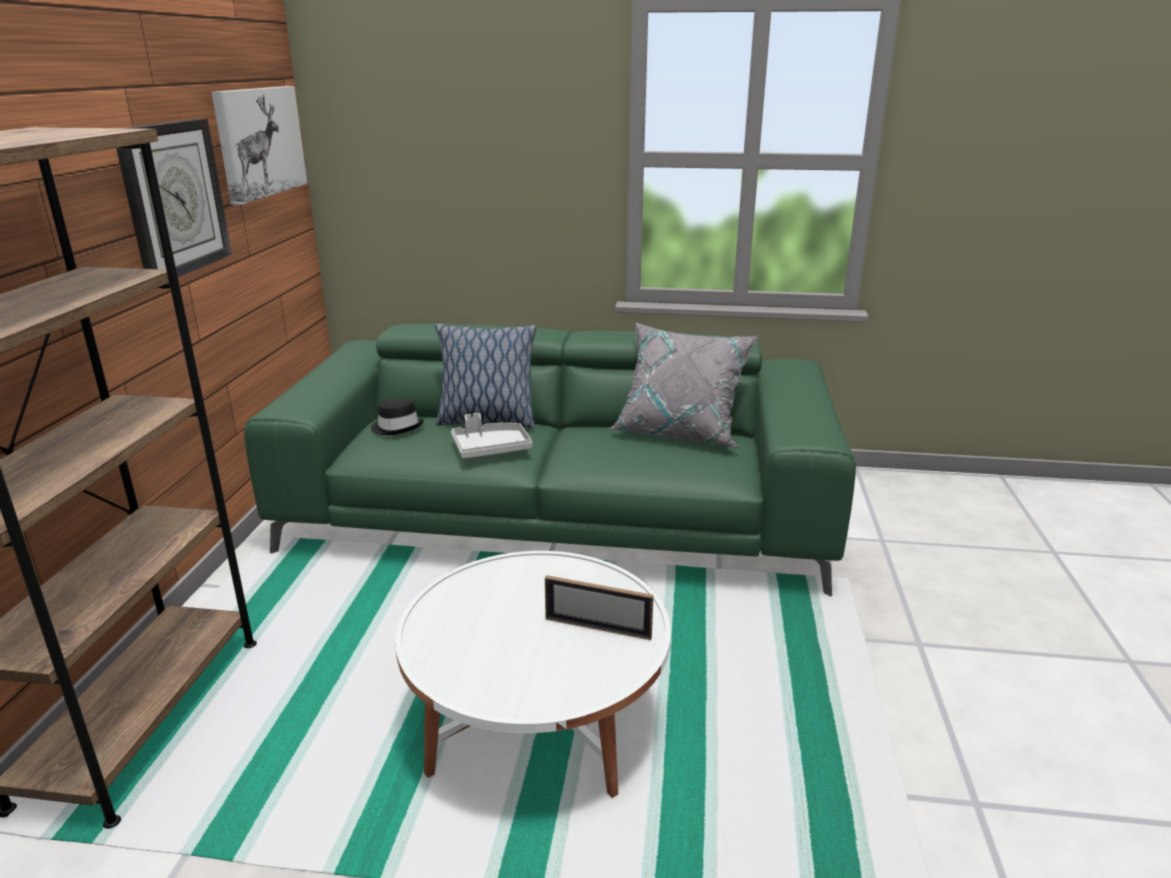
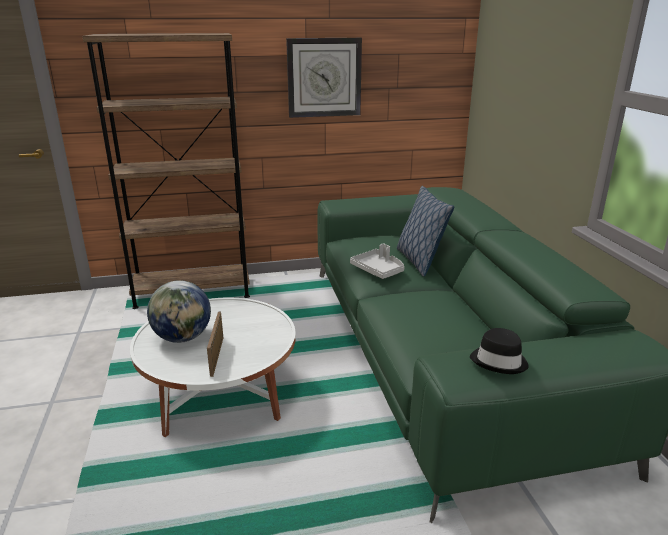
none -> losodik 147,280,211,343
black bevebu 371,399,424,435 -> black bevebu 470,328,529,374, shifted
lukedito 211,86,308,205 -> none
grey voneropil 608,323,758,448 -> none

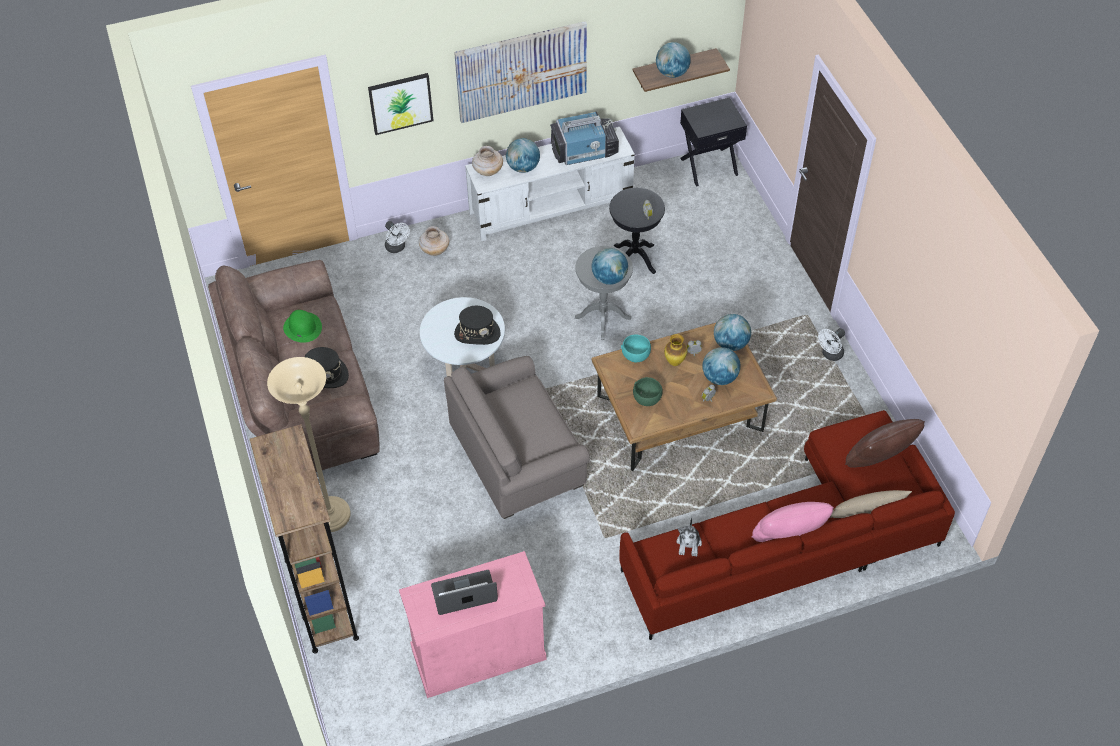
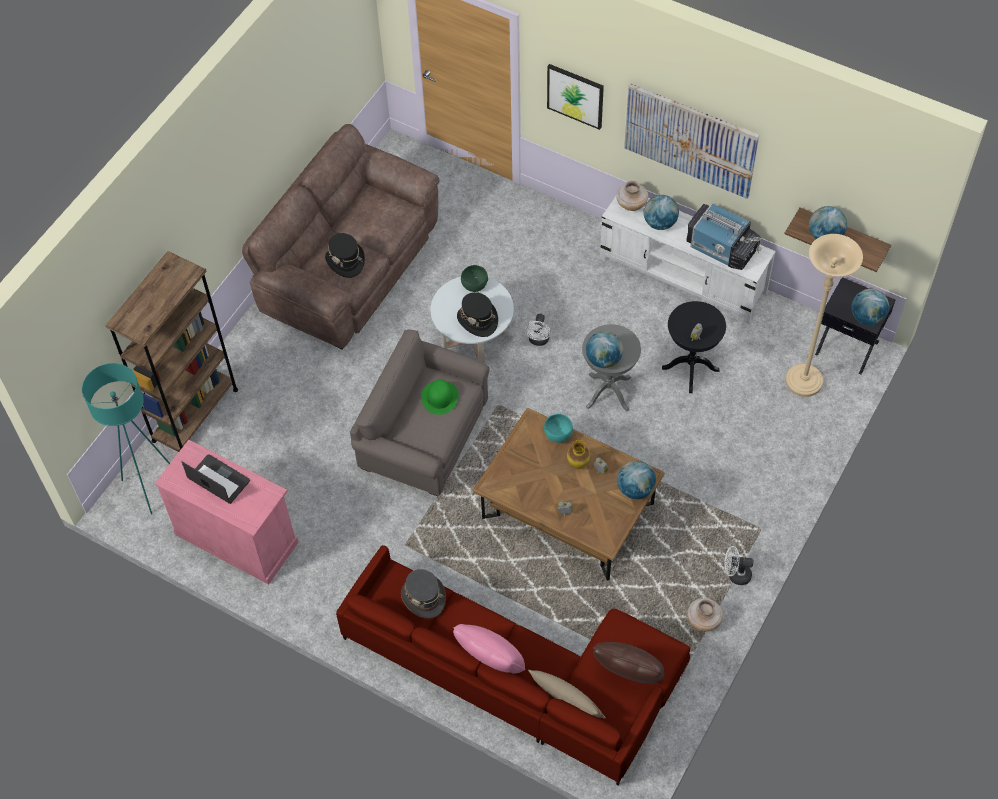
none -> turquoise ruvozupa 82,363,170,515
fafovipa 676,518,702,557 -> grey bevebu 401,569,446,619
green bevebu 283,310,322,343 -> green bevebu 421,379,459,415, shifted
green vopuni 633,377,663,406 -> green vopuni 461,265,488,292, shifted
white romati 385,221,410,253 -> white romati 524,314,551,346, shifted
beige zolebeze 419,226,449,256 -> beige zolebeze 687,598,723,631, shifted
beige ruvozupa 267,357,351,532 -> beige ruvozupa 786,234,863,397, shifted
losodik 702,347,741,385 -> losodik 852,289,889,326, shifted

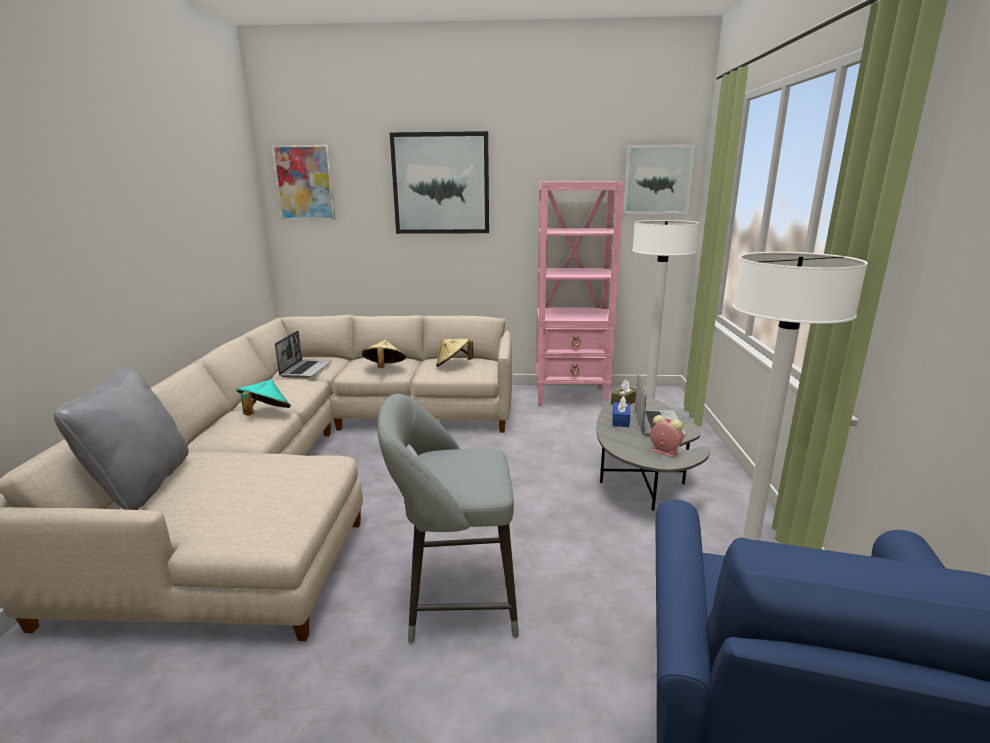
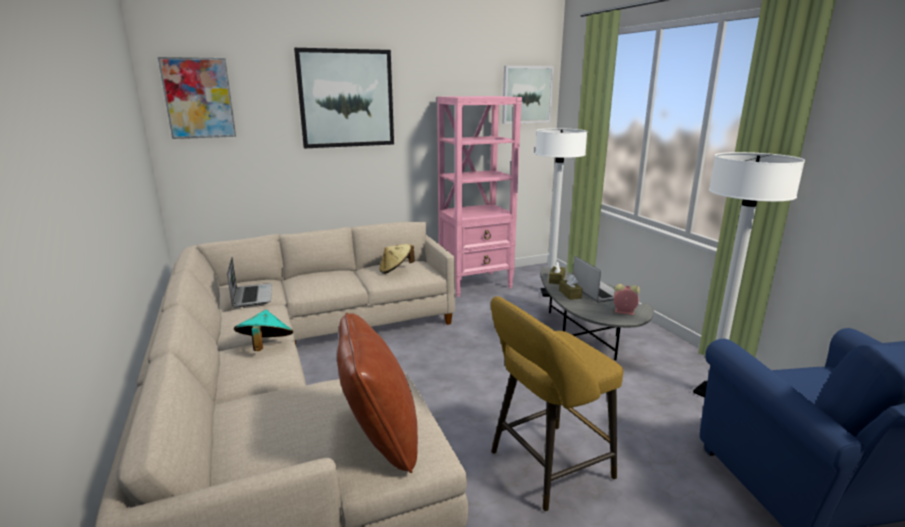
none -> brown voneropil 337,313,418,473
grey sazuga 378,394,519,643 -> yellow sazuga 491,296,623,511
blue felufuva 613,397,630,427 -> brown felufuva 559,274,582,300
grey voneropil 54,369,189,510 -> none
beige bevebu 362,340,406,368 -> none

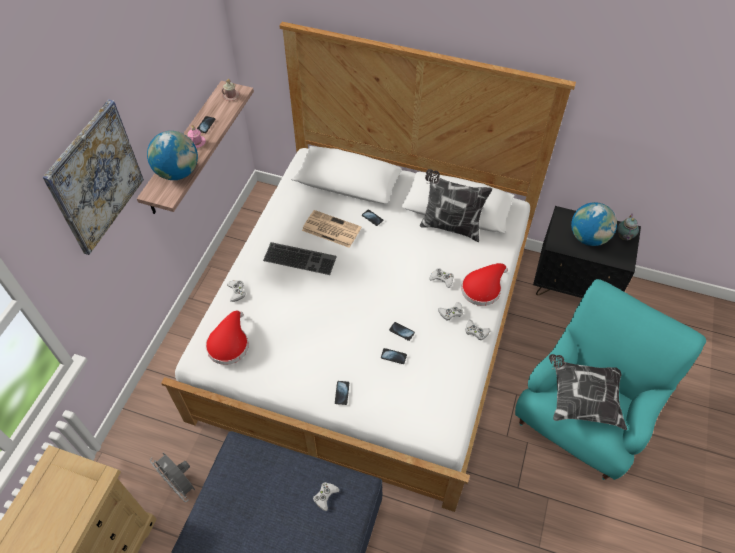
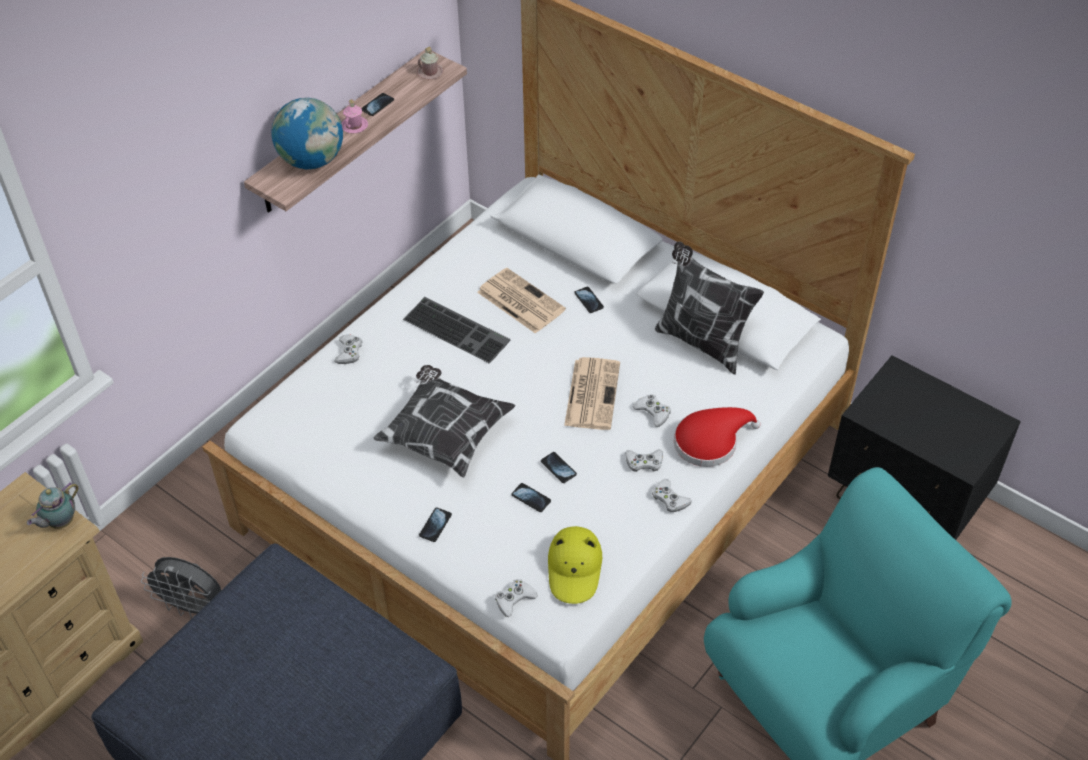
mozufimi 618,214,639,241 -> mozufimi 27,482,79,529, shifted
grey romati 150,453,195,502 -> grey romati 141,557,221,619, 45 degrees counterclockwise
voneropil 549,354,627,430 -> voneropil 374,365,516,477, shifted
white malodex 313,482,340,511 -> white malodex 495,579,538,617, shifted
none -> yellow bevebu 548,526,602,604
none -> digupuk 564,357,620,430
lukedito 43,99,144,255 -> none
red bevebu 206,311,249,365 -> none
losodik 571,202,617,246 -> none

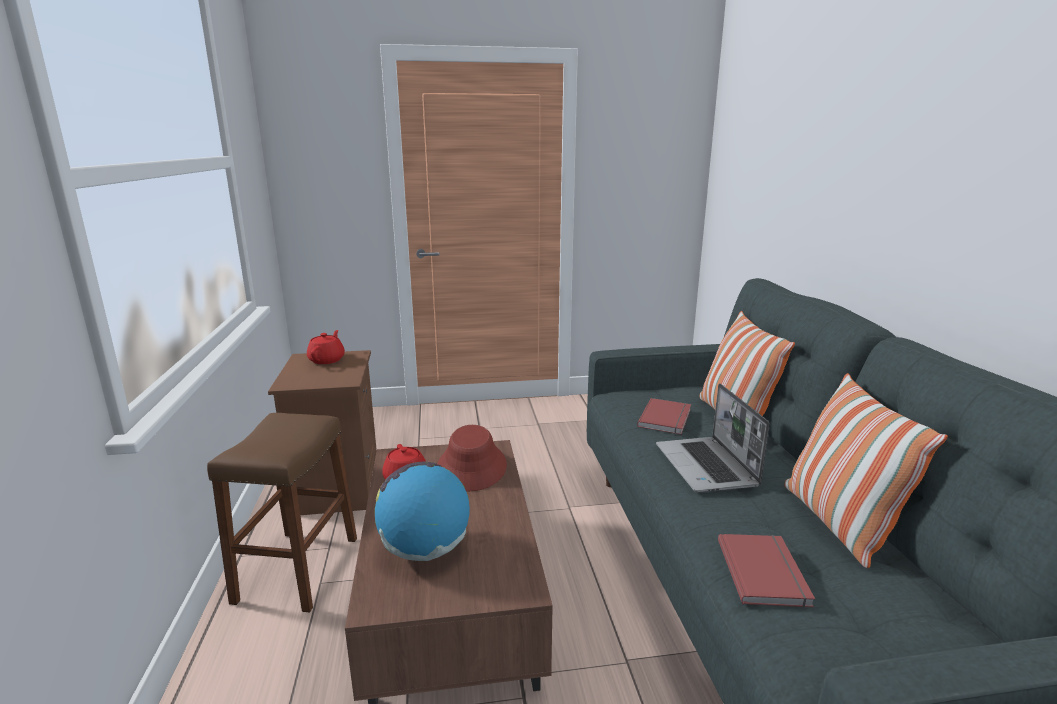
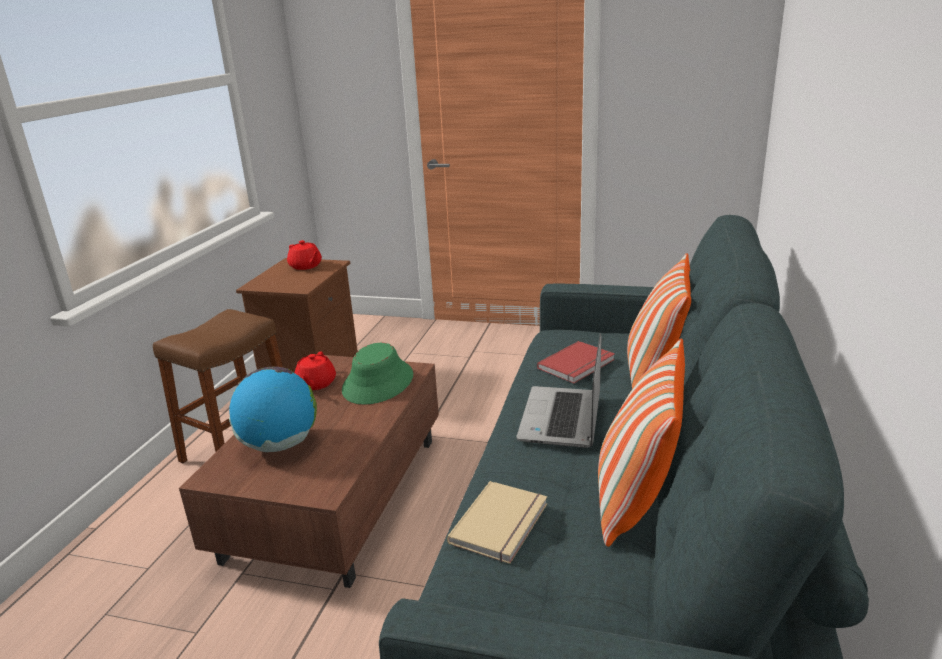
red mozufimi 307,330,345,364 -> red mozufimi 287,240,322,270, 105 degrees clockwise
red bevebu 437,425,507,491 -> green bevebu 342,343,413,405
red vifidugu 718,534,815,608 -> beige vifidugu 447,481,547,564

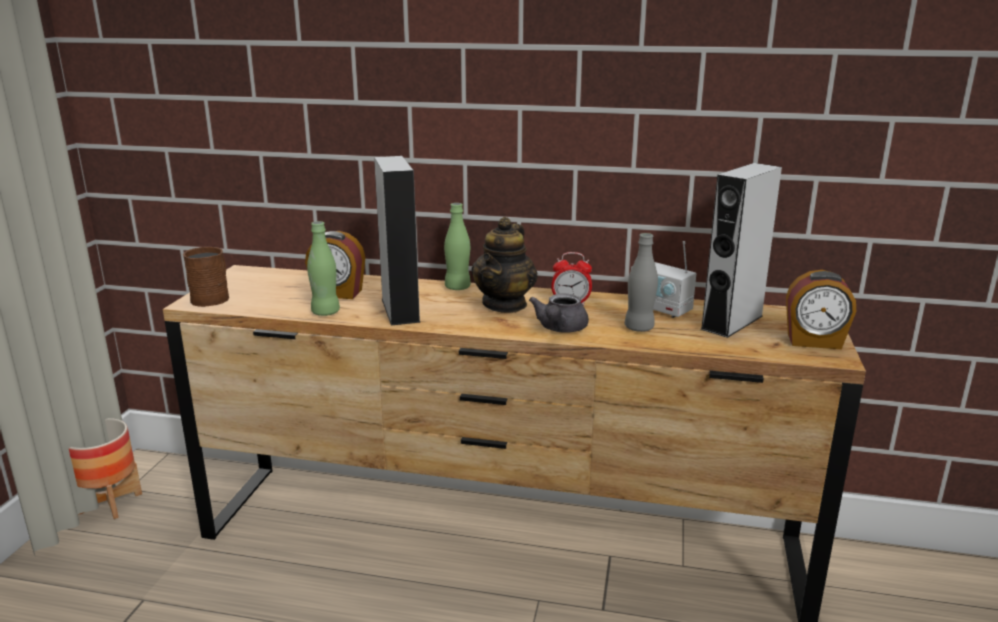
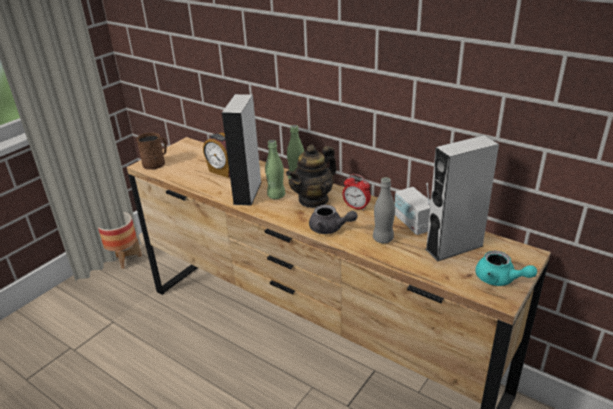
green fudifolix 307,221,340,316 -> green fudifolix 265,140,285,199, shifted
grey mozufimi 529,294,589,333 -> grey mozufimi 309,205,357,234, 105 degrees counterclockwise
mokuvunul 786,270,856,349 -> turquoise mozufimi 475,251,537,286

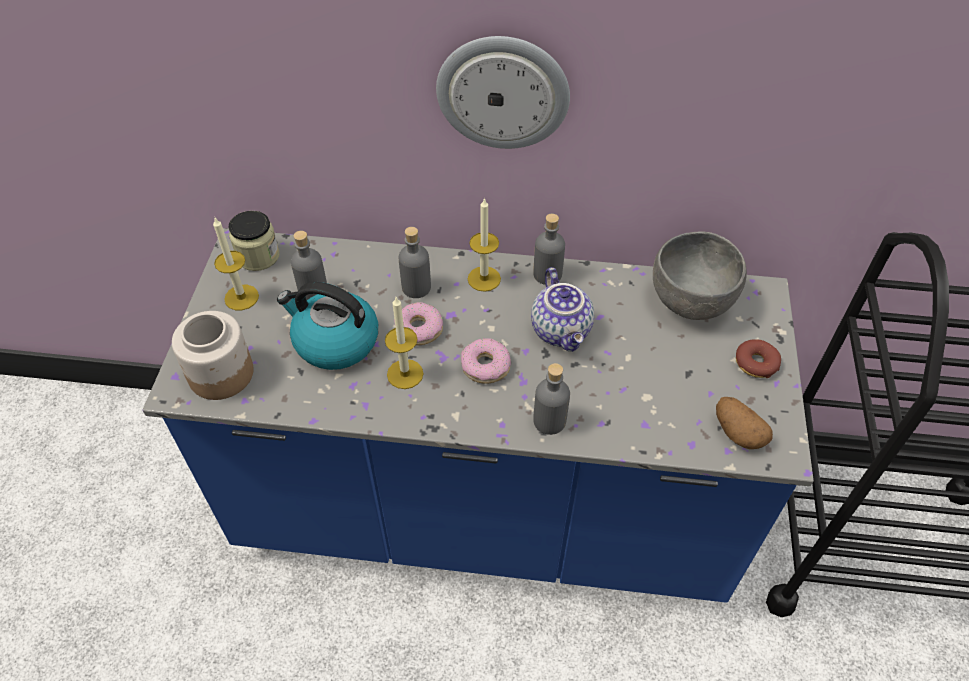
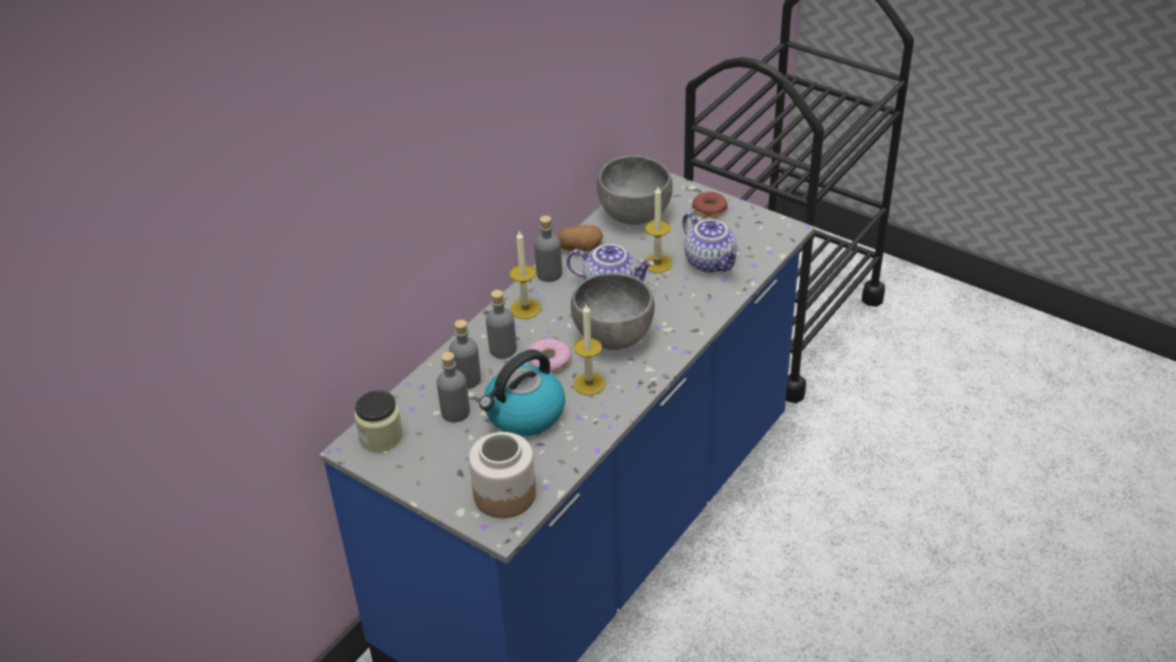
grey fudifolix 533,363,570,435 -> grey fudifolix 449,320,481,389, shifted
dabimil 716,397,773,449 -> dabimil 556,225,603,252, shifted
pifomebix 461,338,511,384 -> grey vopuni 571,273,655,350
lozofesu 213,218,259,310 -> lozofesu 644,186,672,273, shifted
none -> mozufimi 682,213,740,273
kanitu 436,36,570,149 -> none

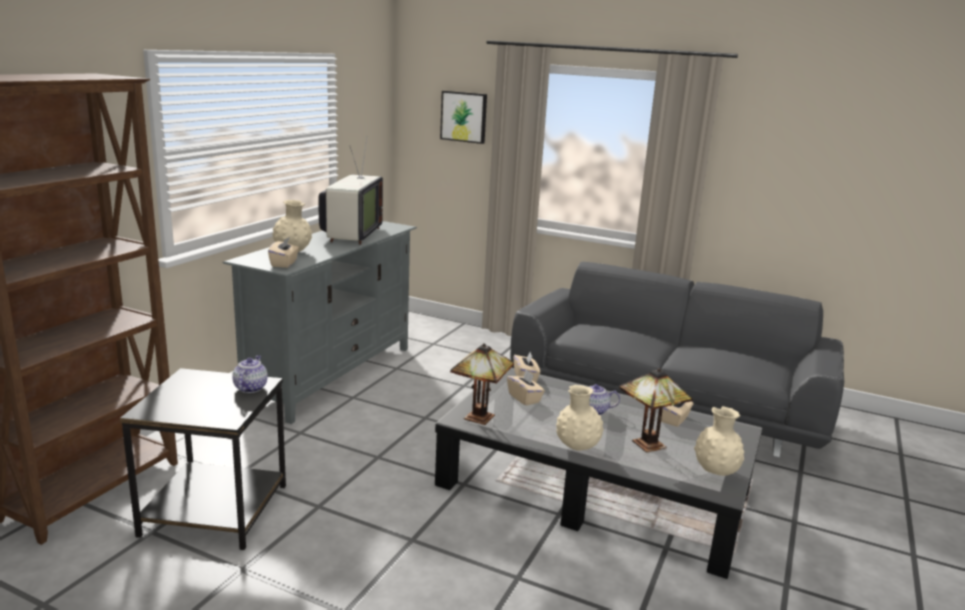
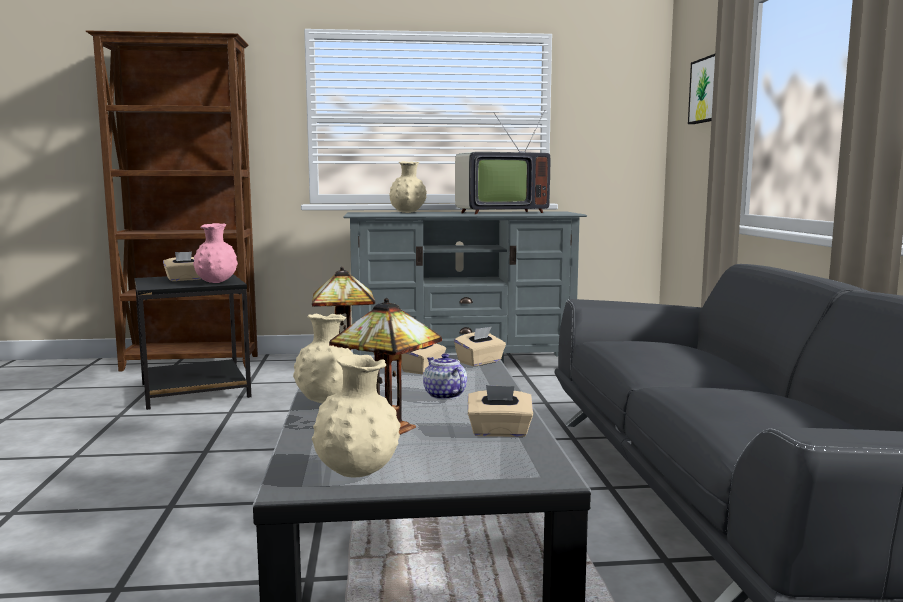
beige felufuva 268,237,299,268 -> beige felufuva 163,251,201,281, shifted
mozufimi 232,355,268,393 -> pink zolebeze 193,223,238,283

